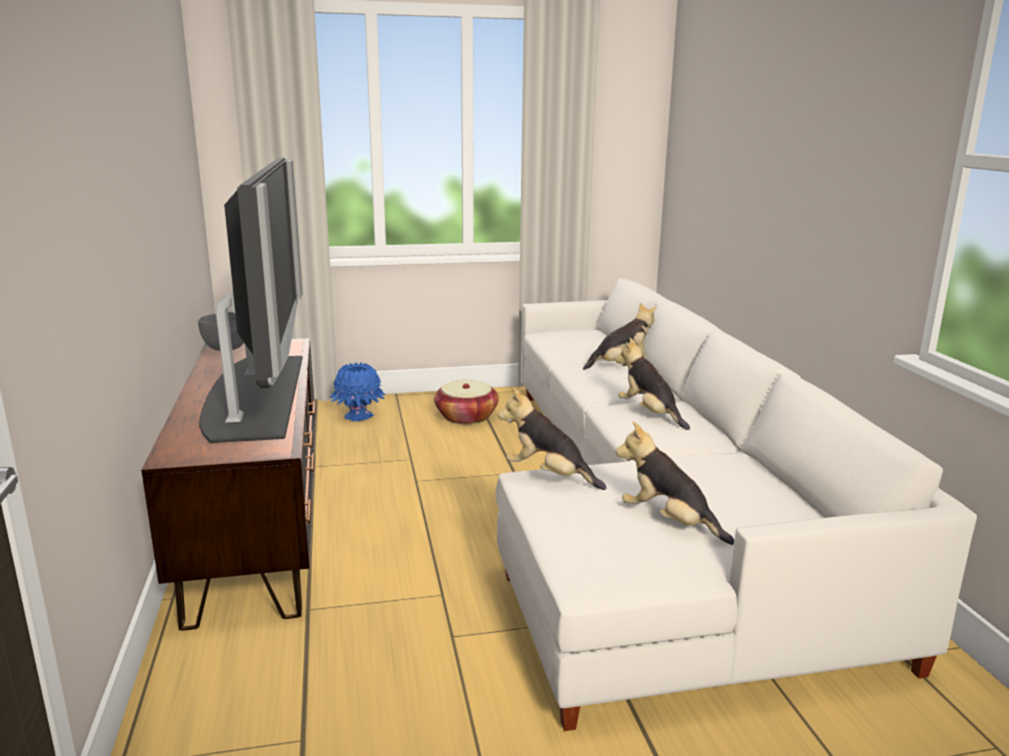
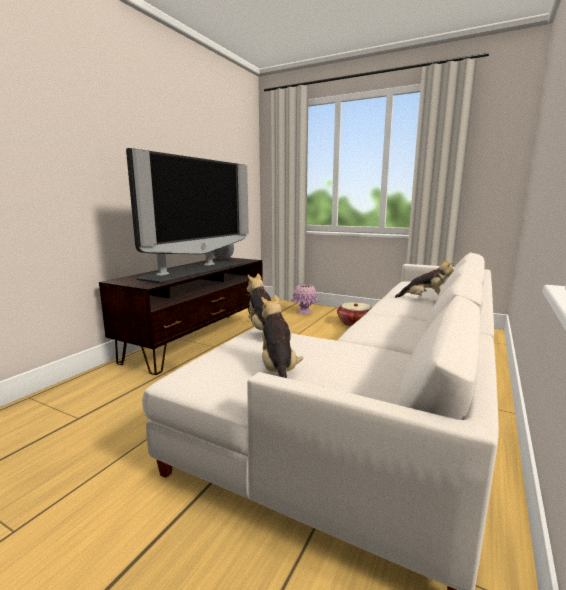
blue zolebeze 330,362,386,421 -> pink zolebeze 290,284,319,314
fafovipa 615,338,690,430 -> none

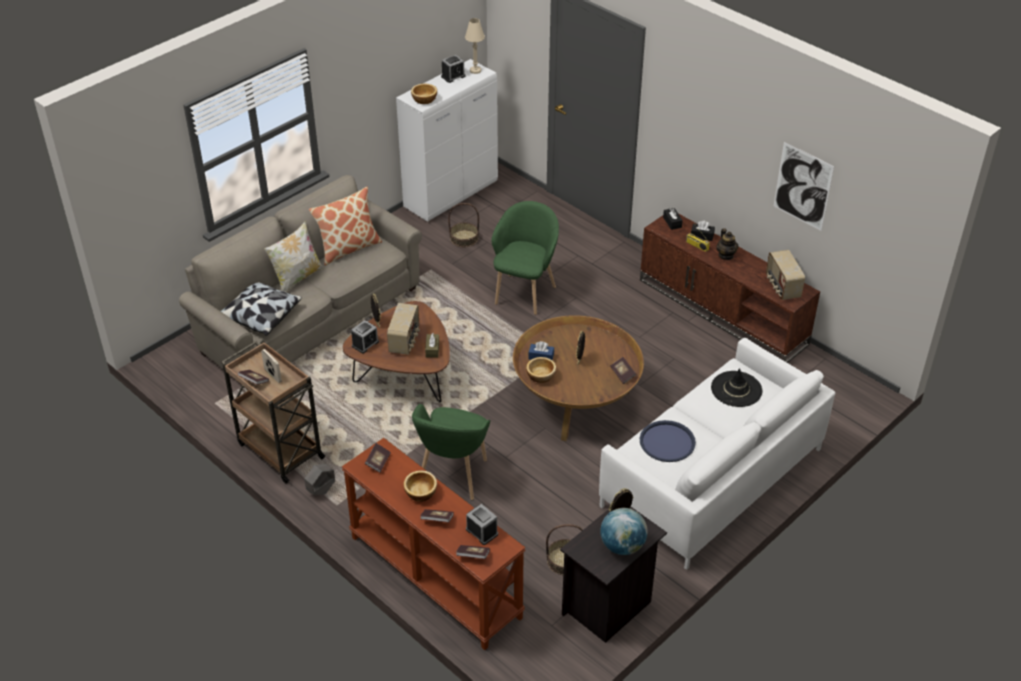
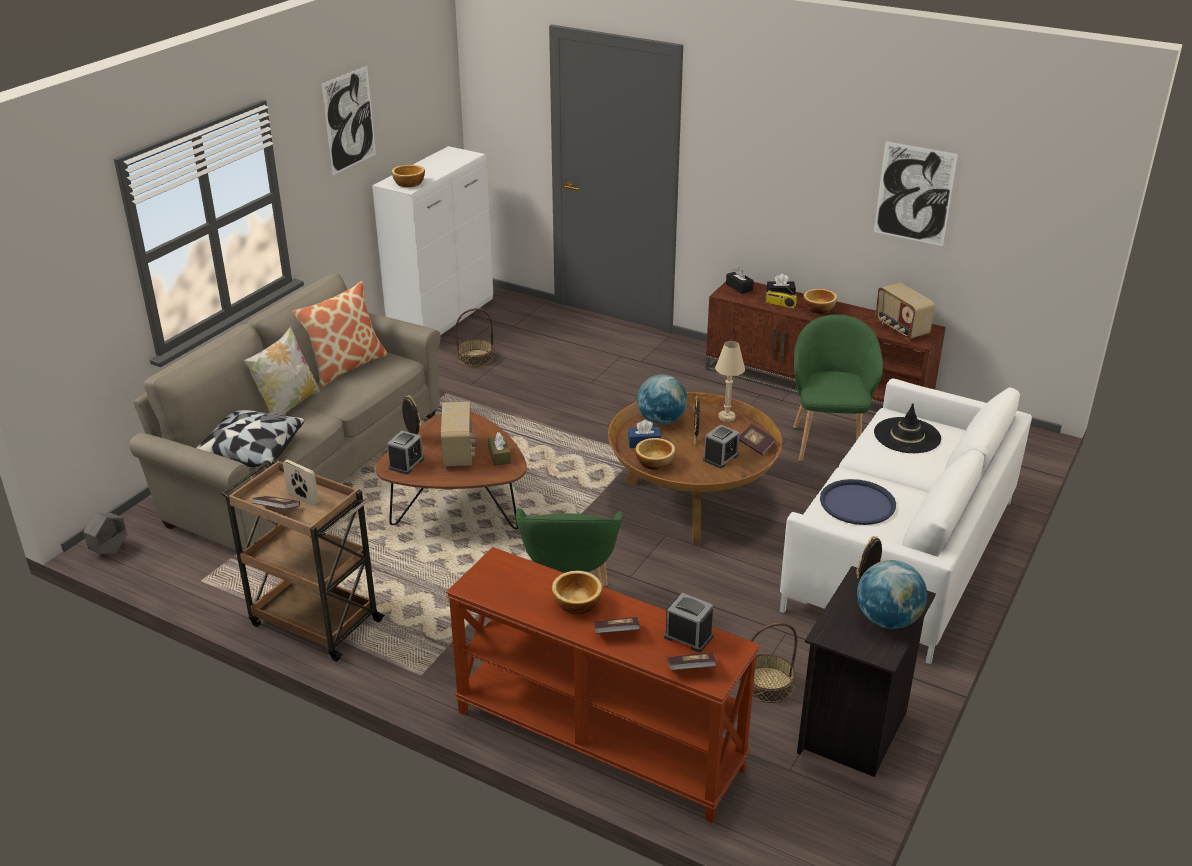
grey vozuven 304,464,335,496 -> grey vozuven 83,513,127,554, shifted
none -> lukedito 322,66,376,175
none -> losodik 637,374,687,425
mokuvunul 441,55,466,83 -> mokuvunul 703,424,740,468, shifted
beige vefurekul 465,18,485,74 -> beige vefurekul 715,341,745,422, shifted
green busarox 492,201,559,315 -> green busarox 793,315,883,462, shifted
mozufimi 716,228,738,260 -> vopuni 803,289,837,314
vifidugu 365,443,391,473 -> none

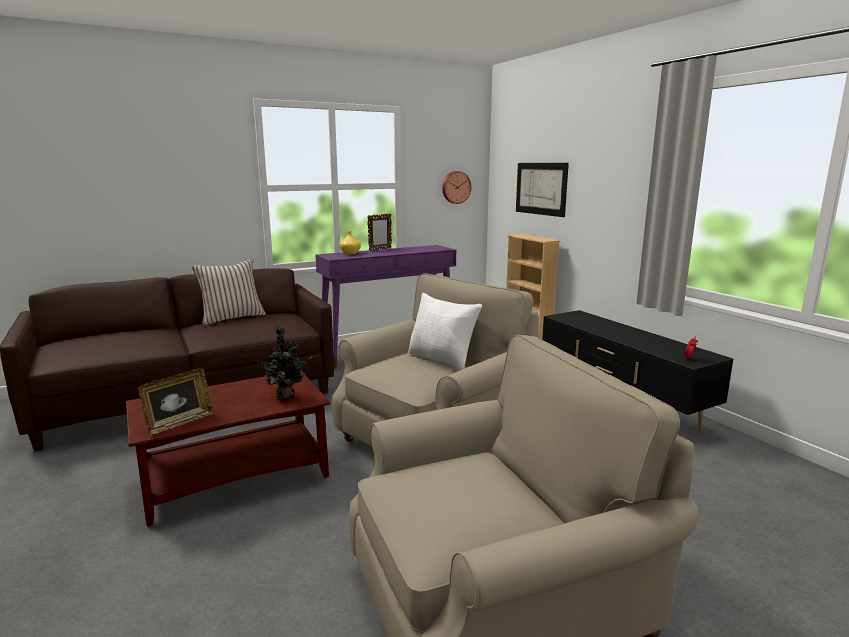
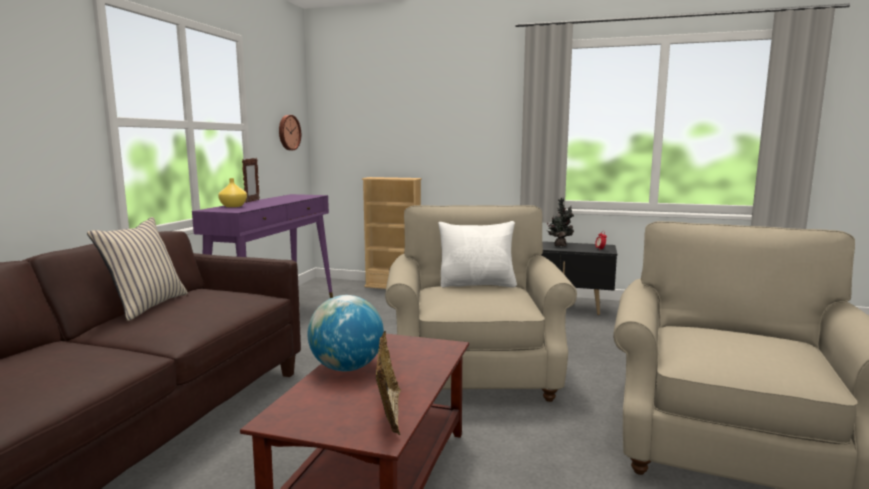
none -> losodik 307,295,384,371
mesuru 257,326,312,400 -> mesuru 547,198,574,247, shifted
lukedito 516,163,569,217 -> none

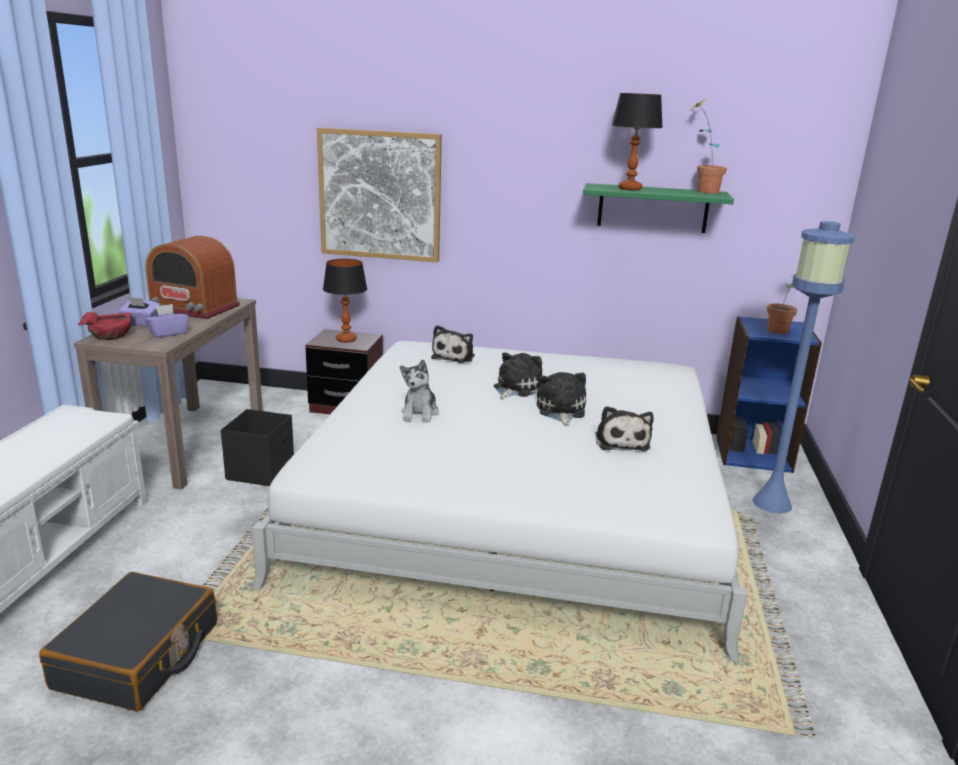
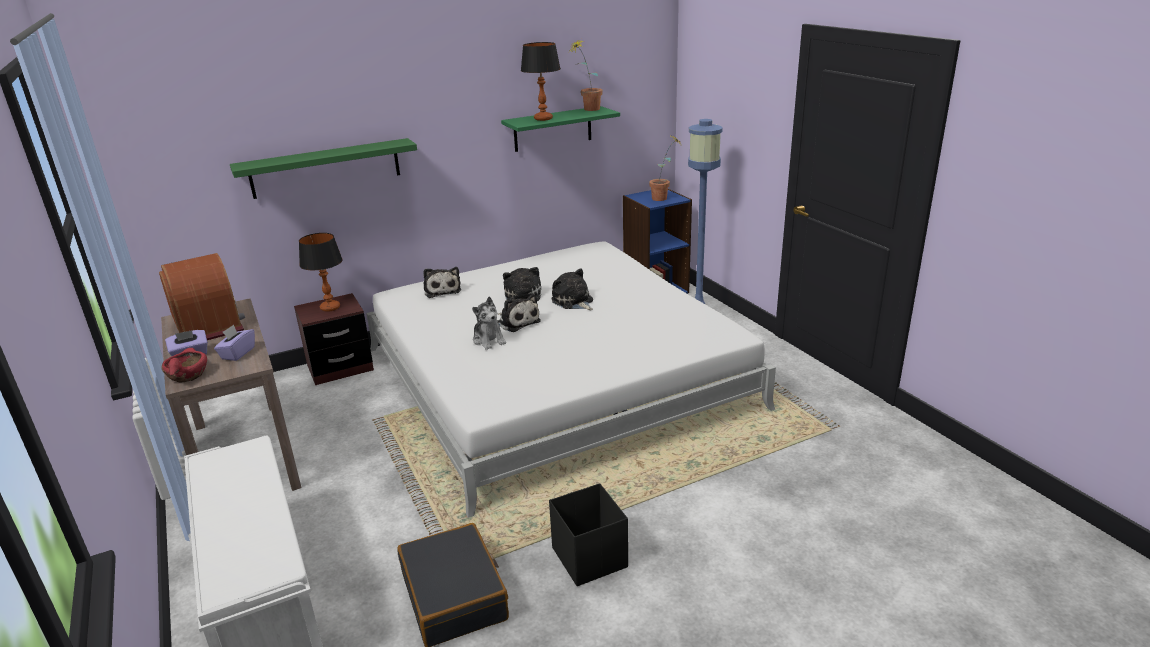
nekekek 145,236,240,319 -> nekekek 159,253,245,340, 105 degrees counterclockwise
lukedito 317,128,442,262 -> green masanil 230,138,417,199
fafovipa 596,406,654,451 -> fafovipa 497,294,541,332, shifted
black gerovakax 221,409,294,486 -> black gerovakax 549,483,628,586, shifted

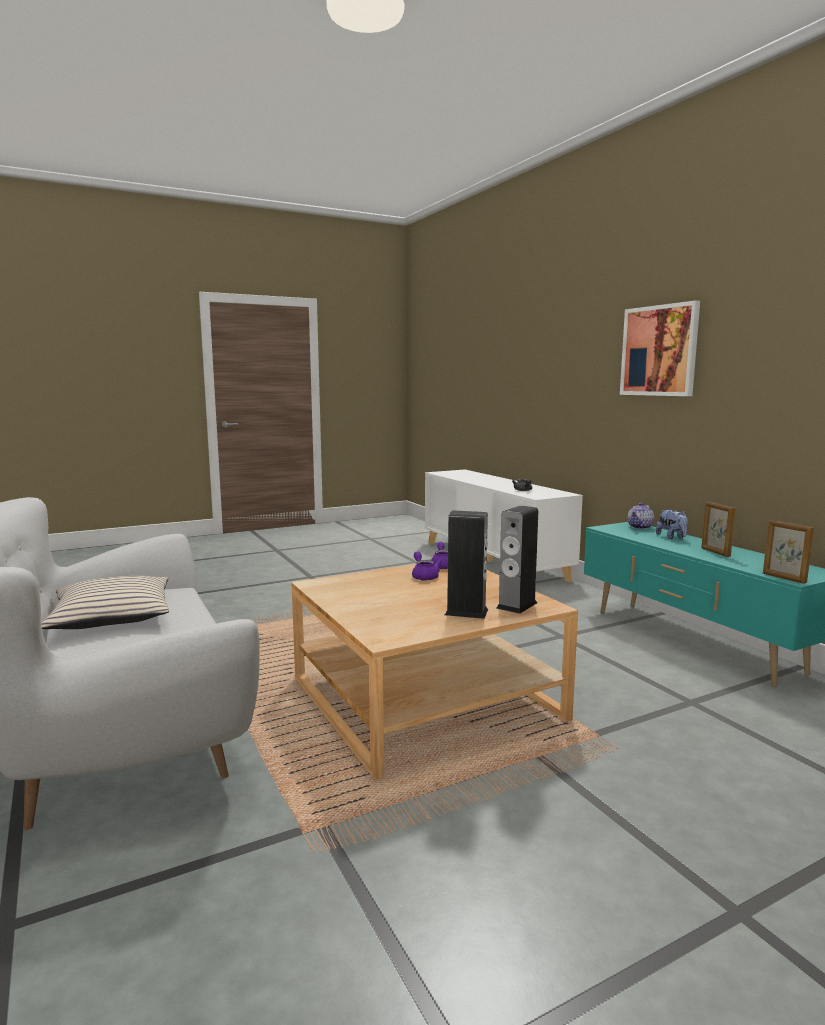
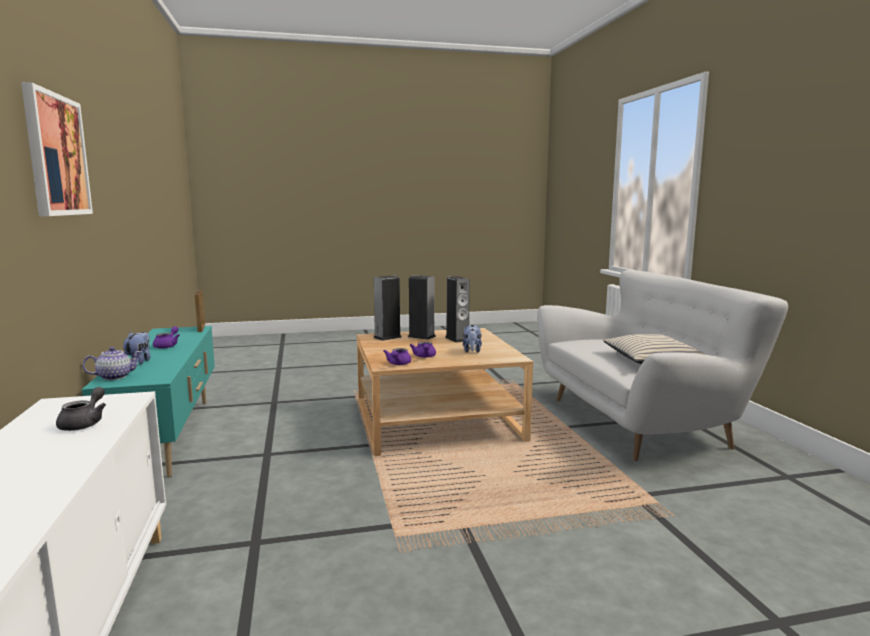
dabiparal 701,501,736,557 -> purple mozufimi 153,326,180,349
none -> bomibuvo 445,276,470,343
none -> fafovipa 463,325,482,353

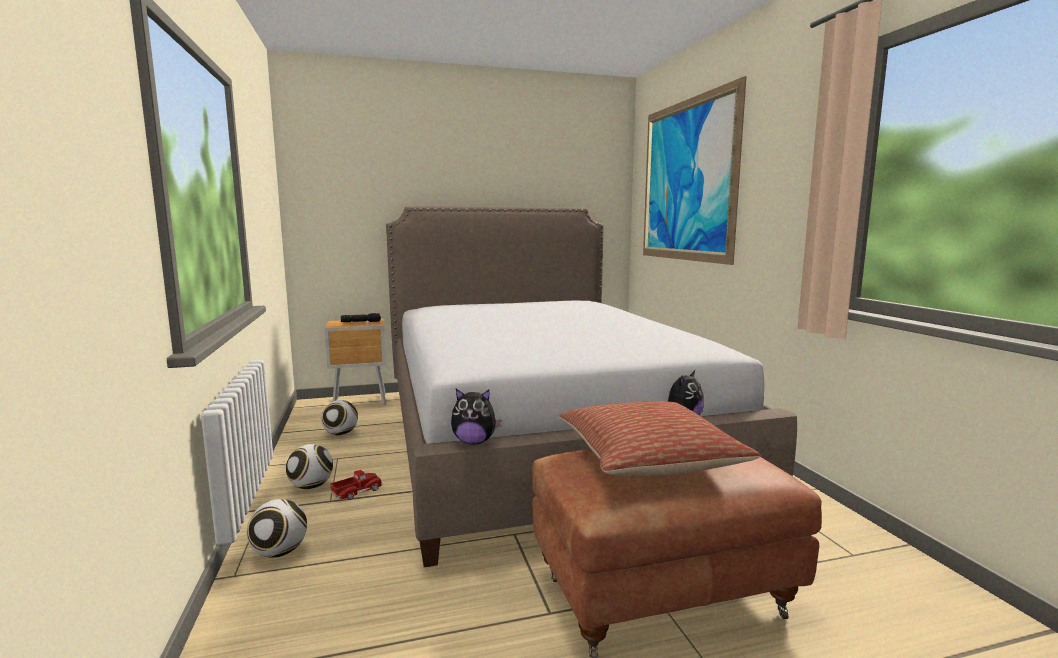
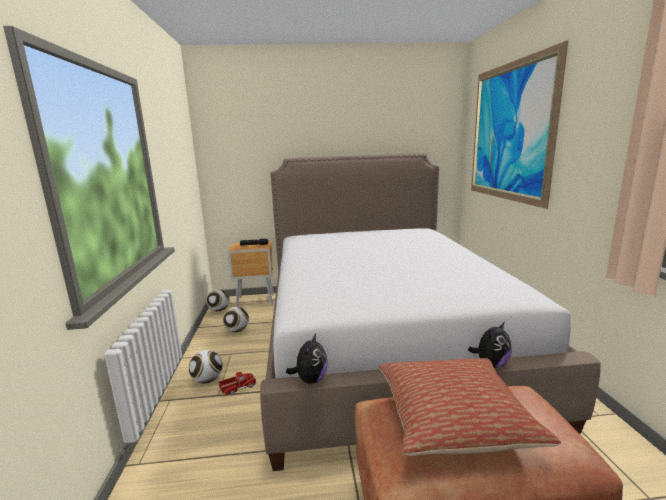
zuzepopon 246,499,307,558 -> zuzepopon 206,289,229,312, shifted
fafovipa 451,389,501,445 -> fafovipa 286,333,328,384, 90 degrees counterclockwise

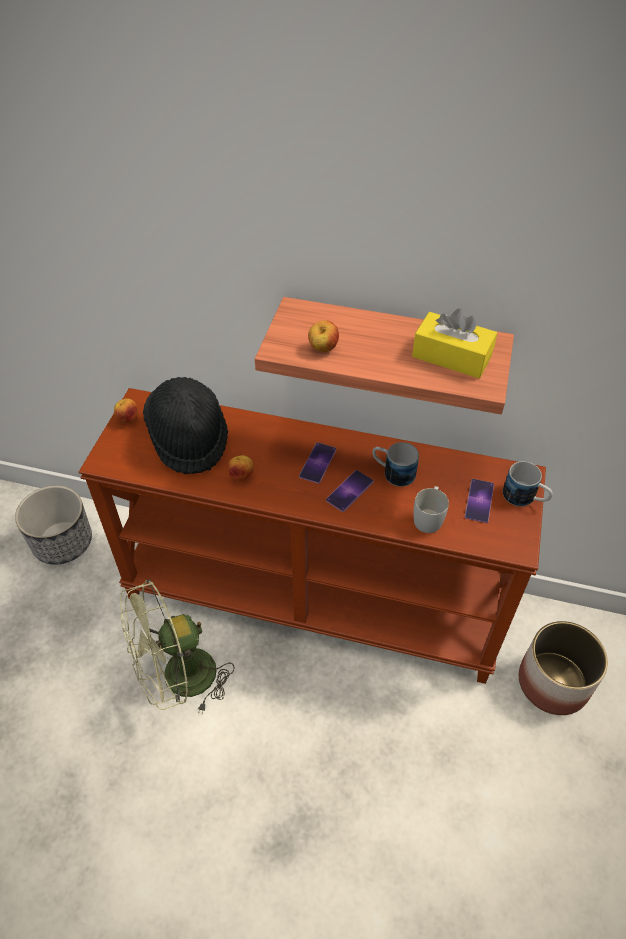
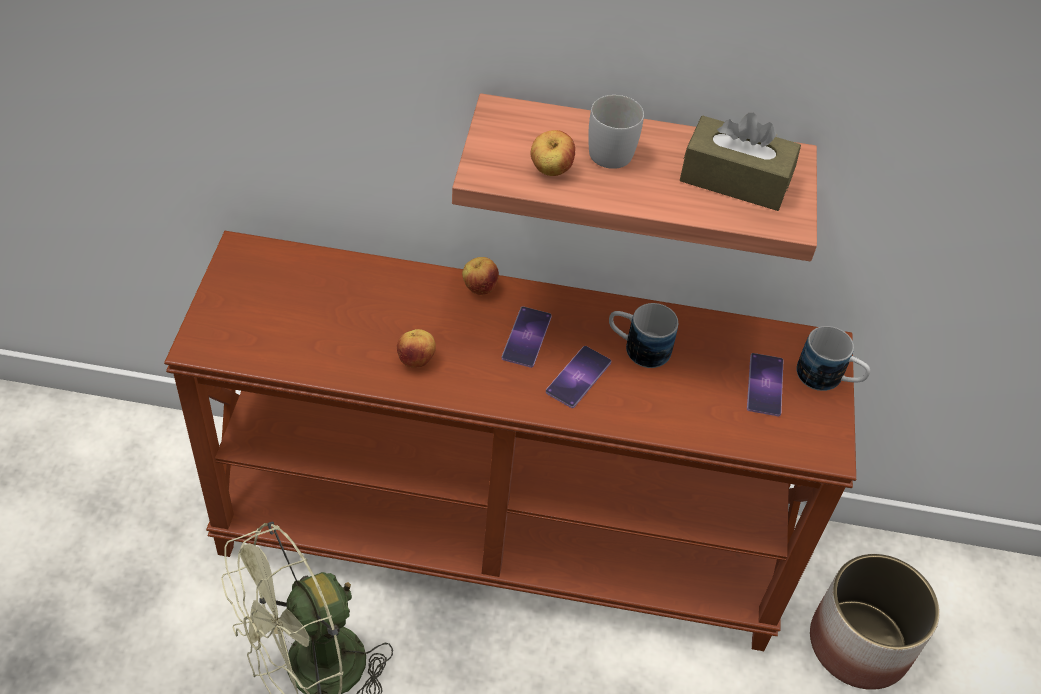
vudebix 114,398,138,424 -> vudebix 462,257,499,295, shifted
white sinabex 413,486,449,533 -> white sinabex 588,95,644,169, shifted
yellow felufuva 412,309,497,379 -> brown felufuva 680,113,801,211
vozuven 15,485,92,564 -> none
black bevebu 143,377,228,474 -> none

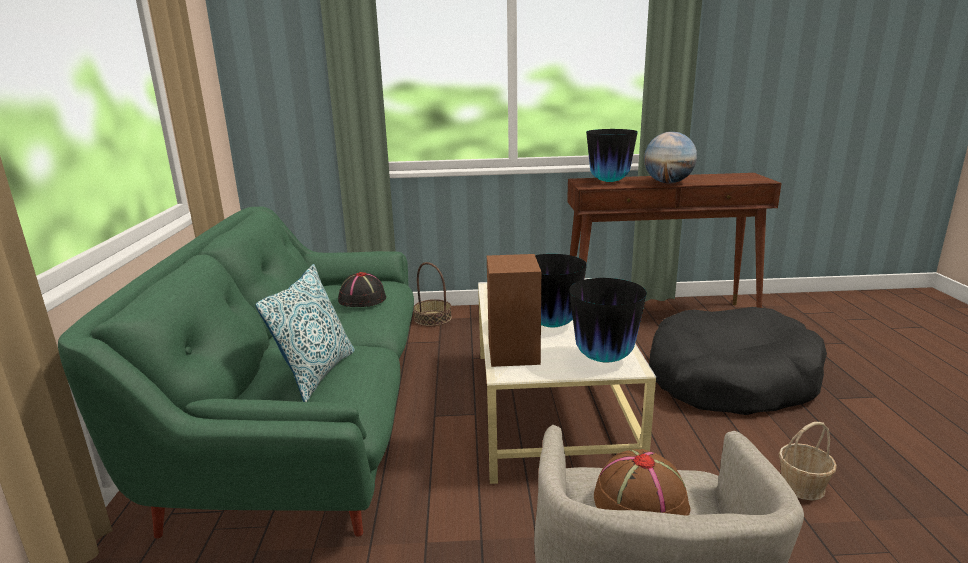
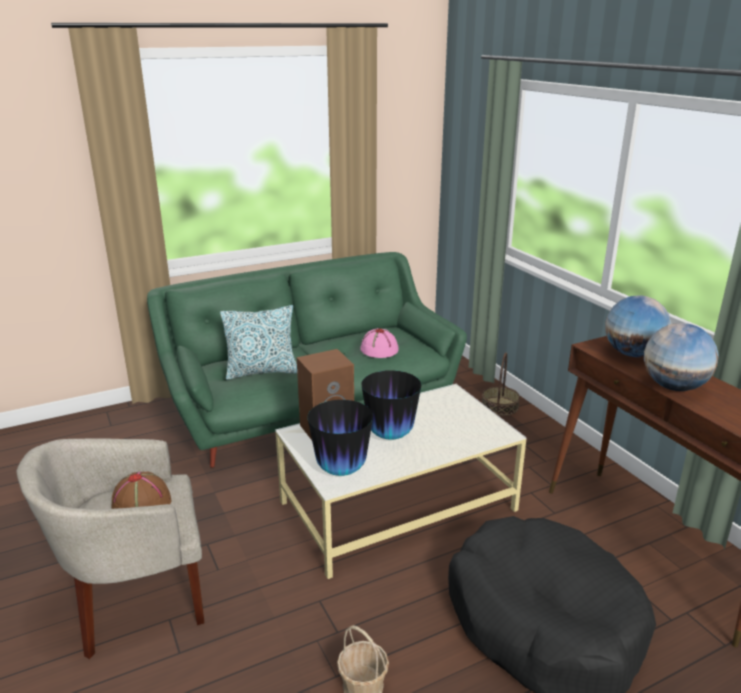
black bevebu 338,272,386,307 -> pink bevebu 360,328,399,358
zolebeze 586,129,638,182 -> losodik 605,295,671,357

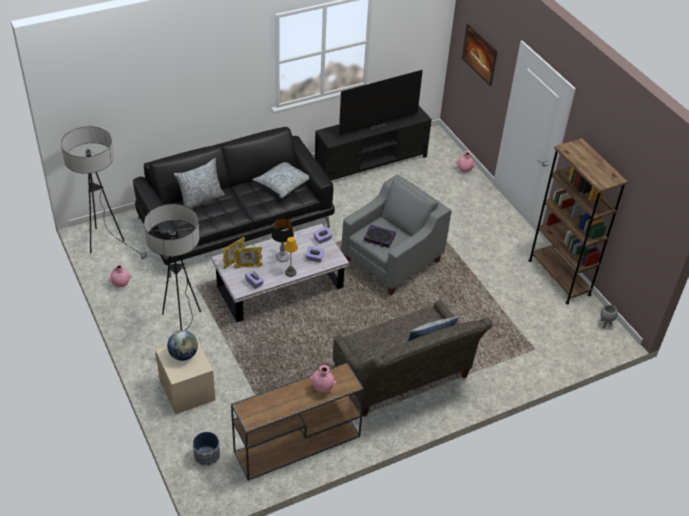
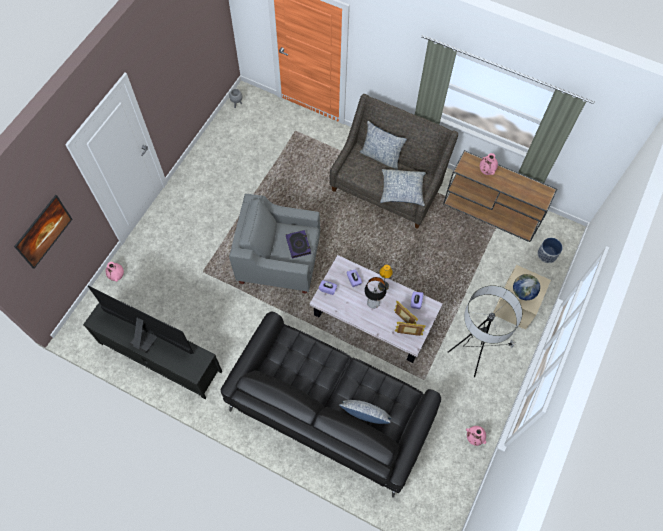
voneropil 253,162,309,199 -> voneropil 380,169,426,206, shifted
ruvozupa 61,126,147,260 -> none
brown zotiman 528,138,628,304 -> none

